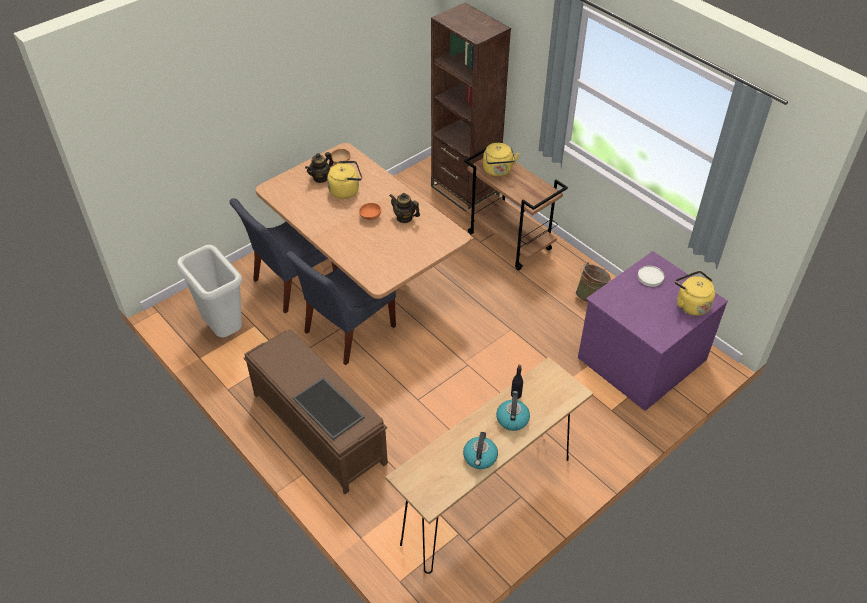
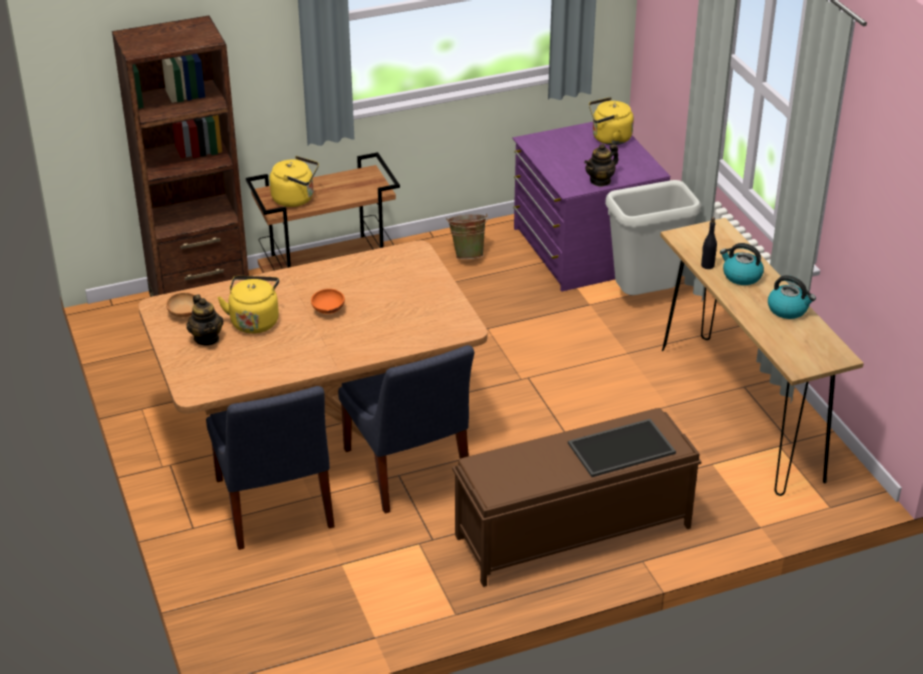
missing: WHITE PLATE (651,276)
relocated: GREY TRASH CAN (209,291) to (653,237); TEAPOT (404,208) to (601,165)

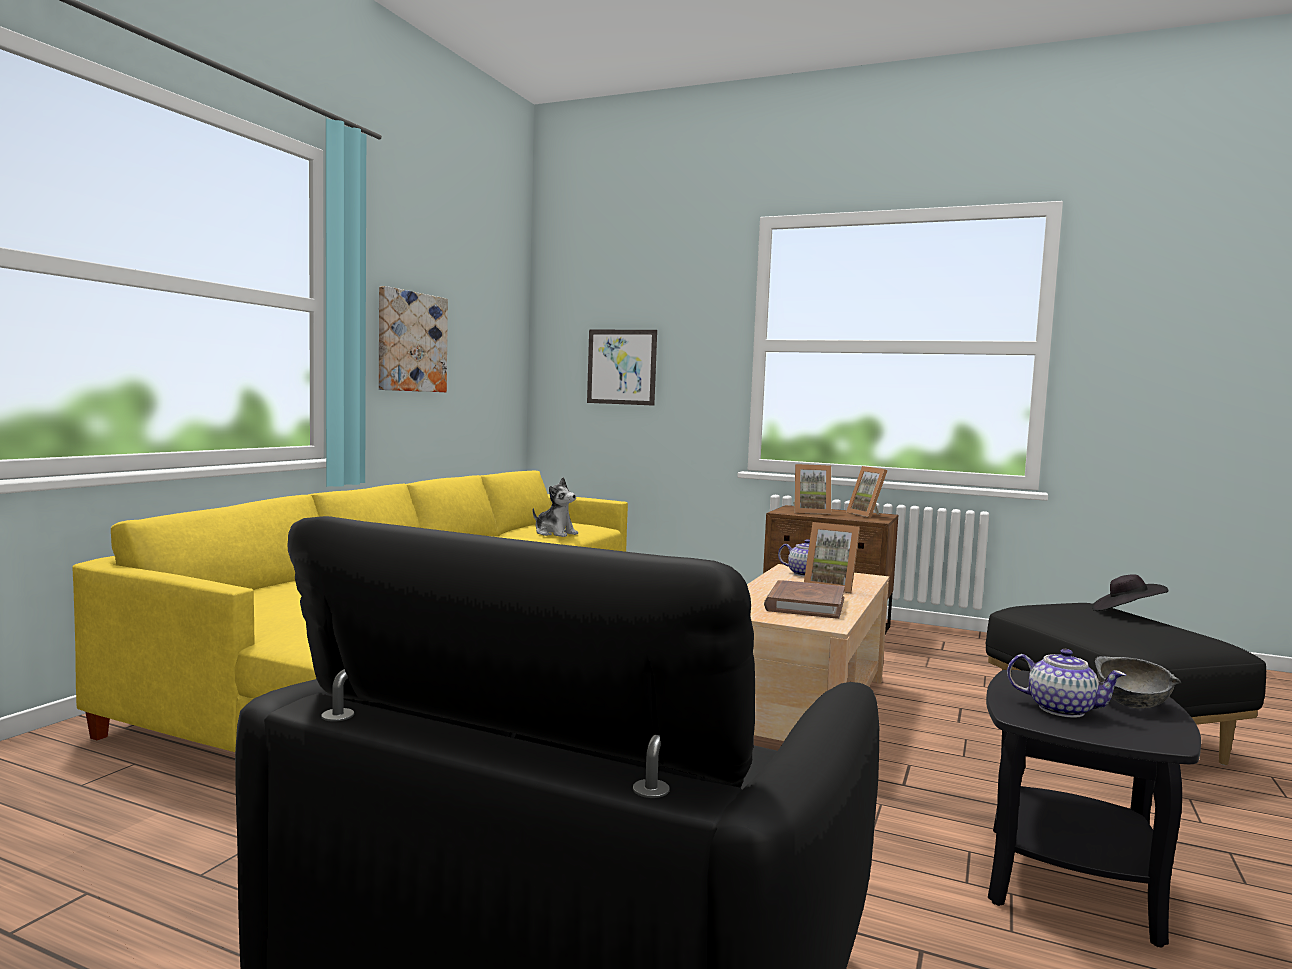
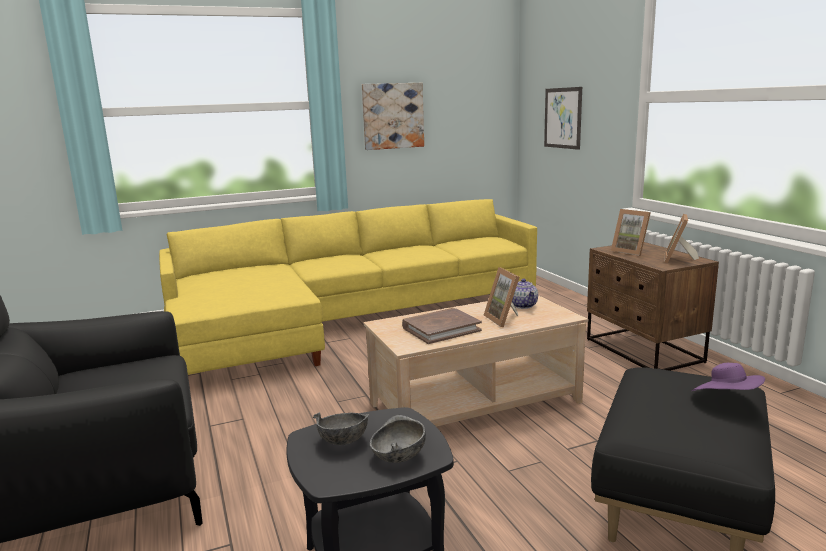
missing: PLUSH TOY (555,507)
exchanged: TEAPOT (1066,683) to GREY BOWL (341,428)
colour: BLACK HAT (1130,593) to PURPLE HAT (728,377)

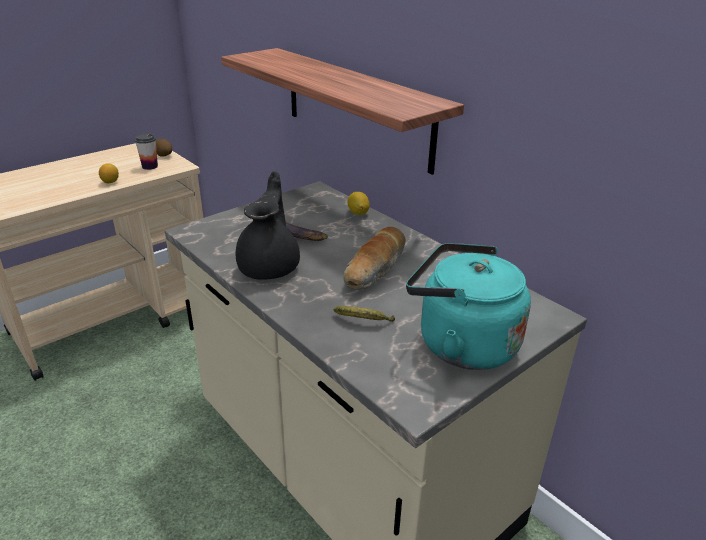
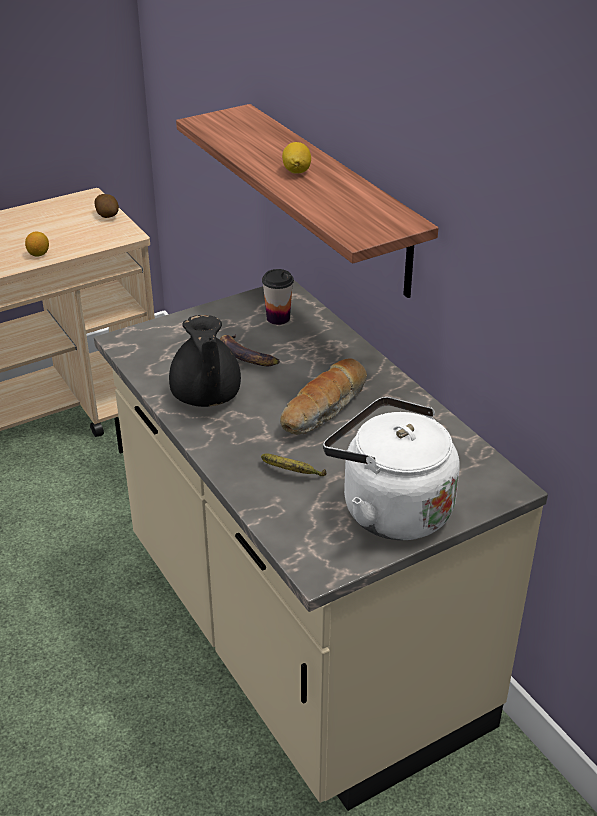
relocated: CUP (146,151) to (278,297); LEMON (358,203) to (296,158)
colour: TURQUOISE KETTLE (468,306) to WHITE KETTLE (391,468)
spun: BLACK TEAPOT (268,225) = (205,361) 150 degrees clockwise

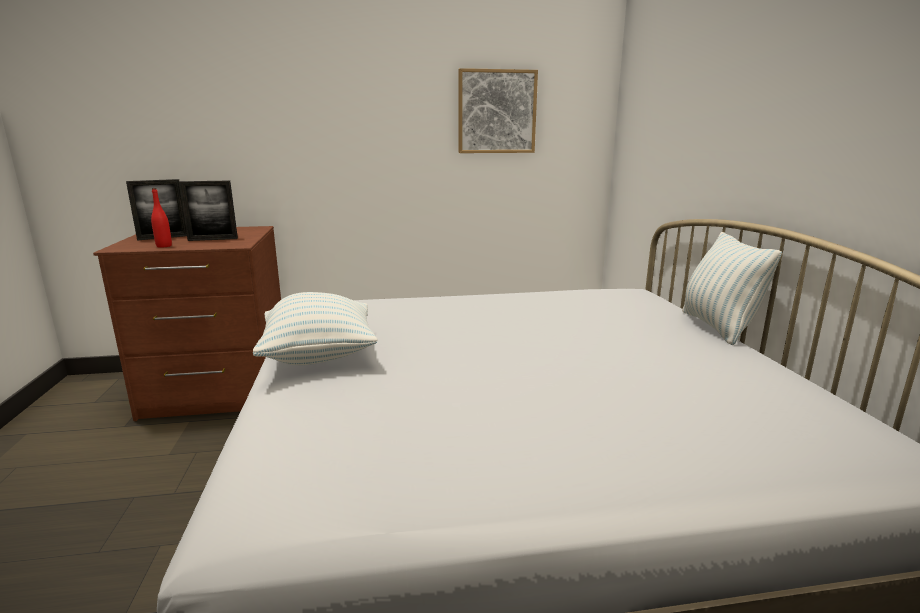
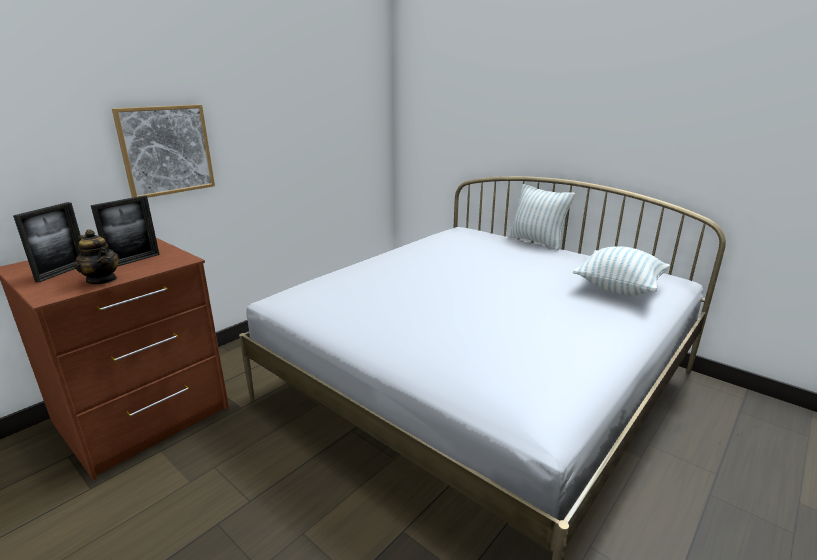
relocated: PILLOW (315,329) to (621,271); PICTURE (498,110) to (163,151)
exchanged: RED BOTTLE (161,218) to TEAPOT (97,256)

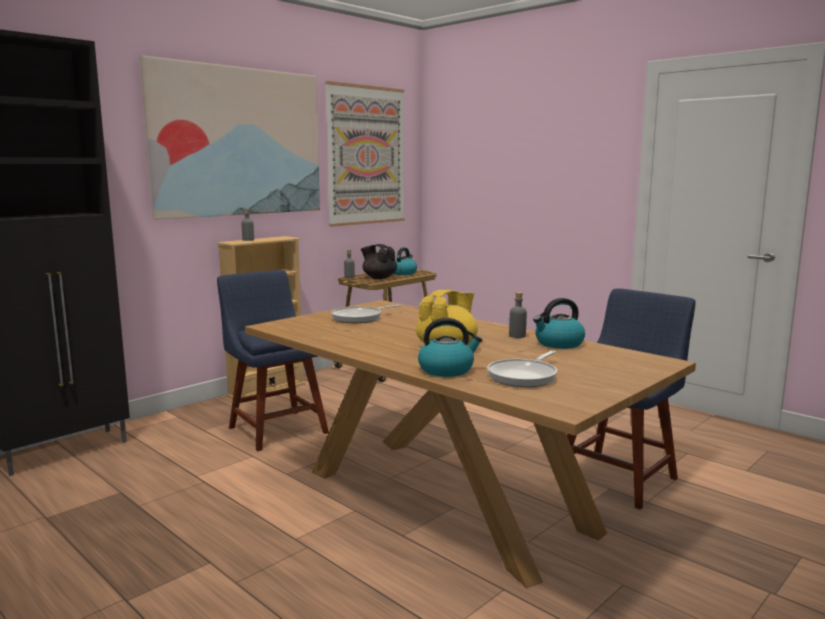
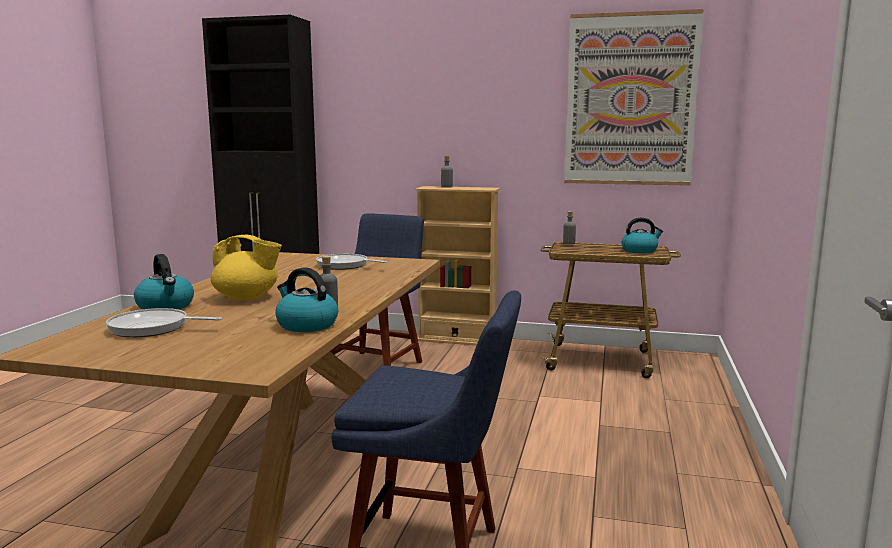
missing: PICTURE (230,137); BLACK TEAPOT (379,261)

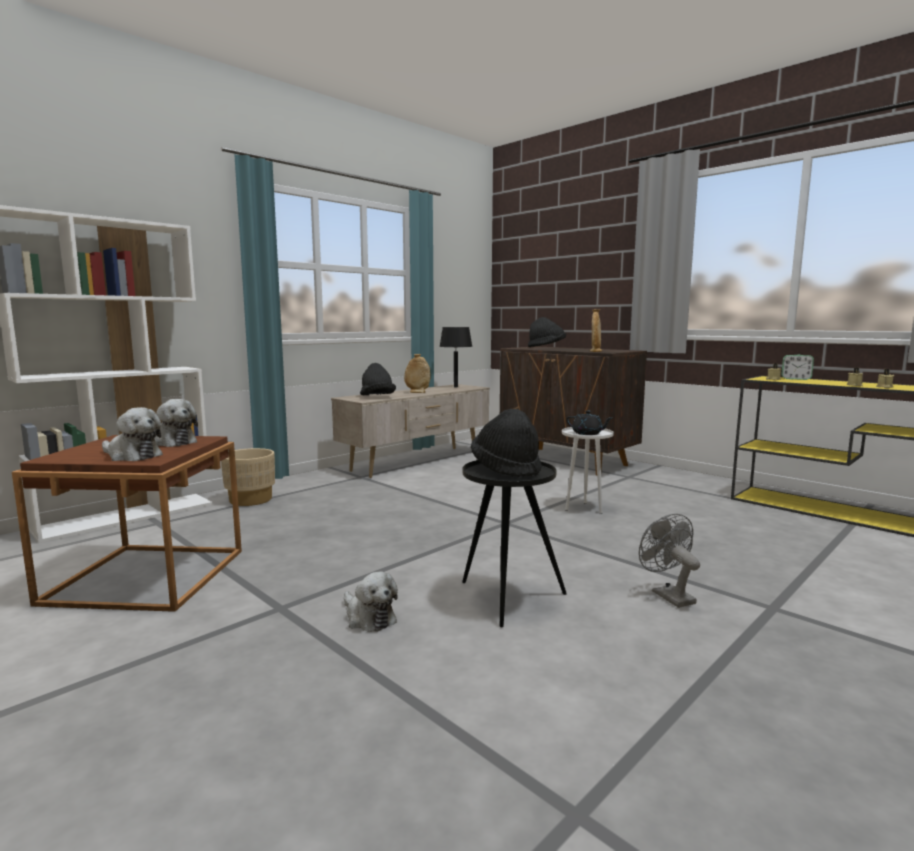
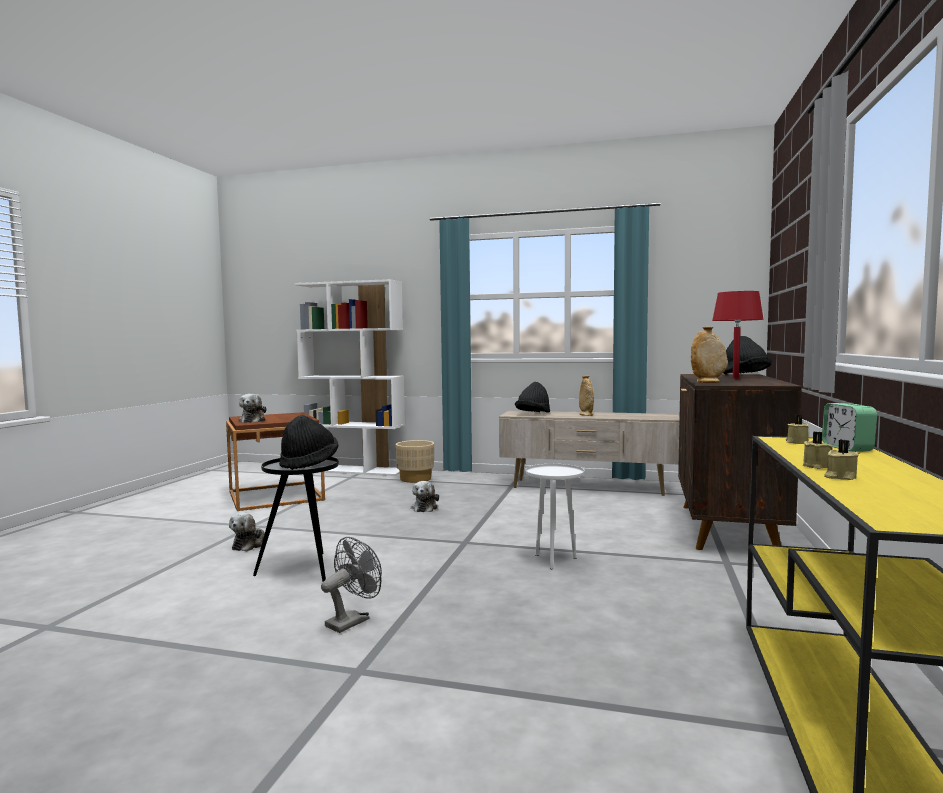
missing: BLACK TABLE LAMP (455,357); BLACK TEAPOT (589,423)
appeared: RED TABLE LAMP (738,335)
relocated: PLUSH TOY (176,423) to (425,496)

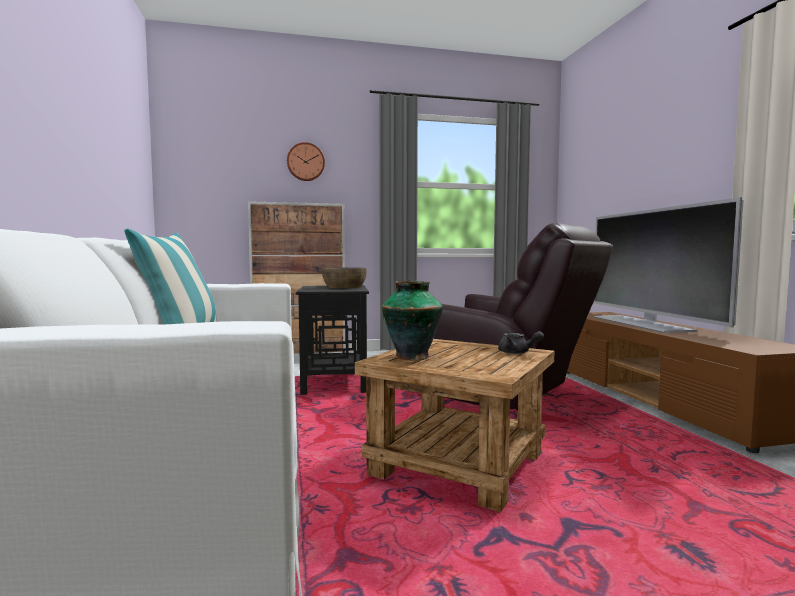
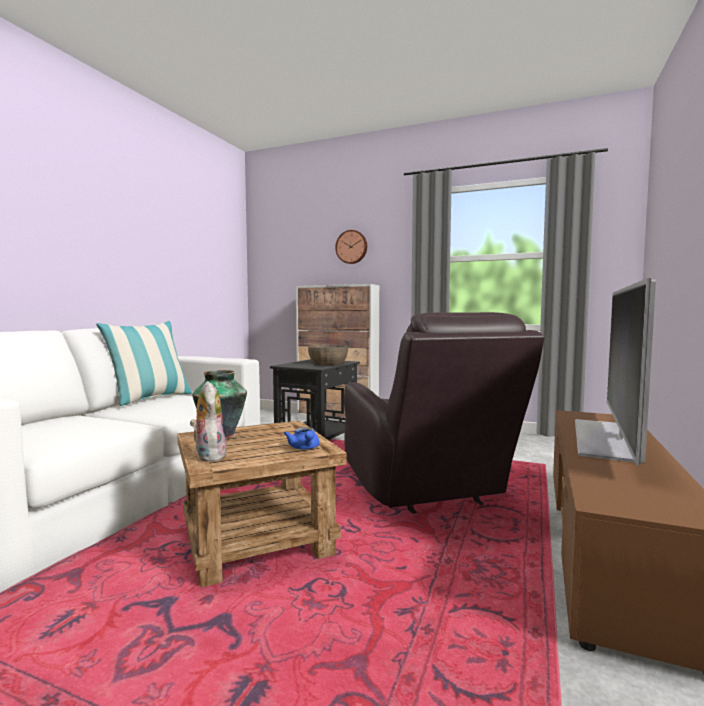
appeared: PLUSH TOY (208,421)
colour: GREY TEAPOT (521,342) to BLUE TEAPOT (302,438)

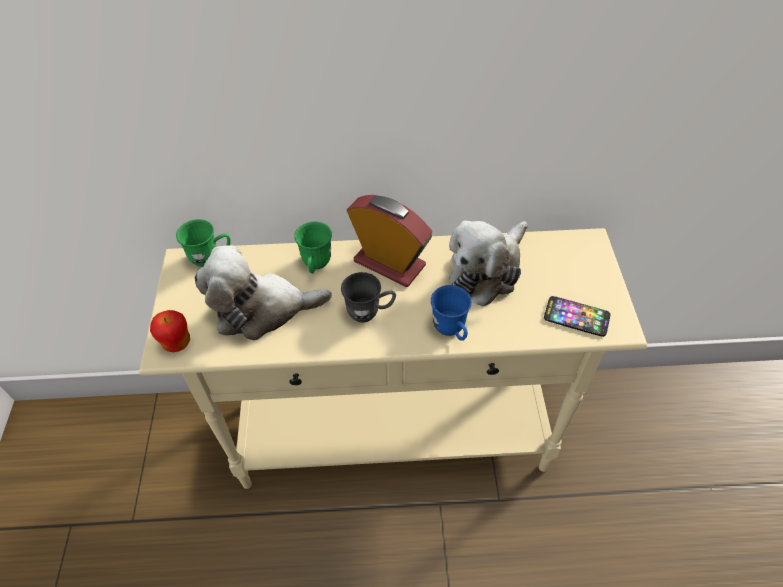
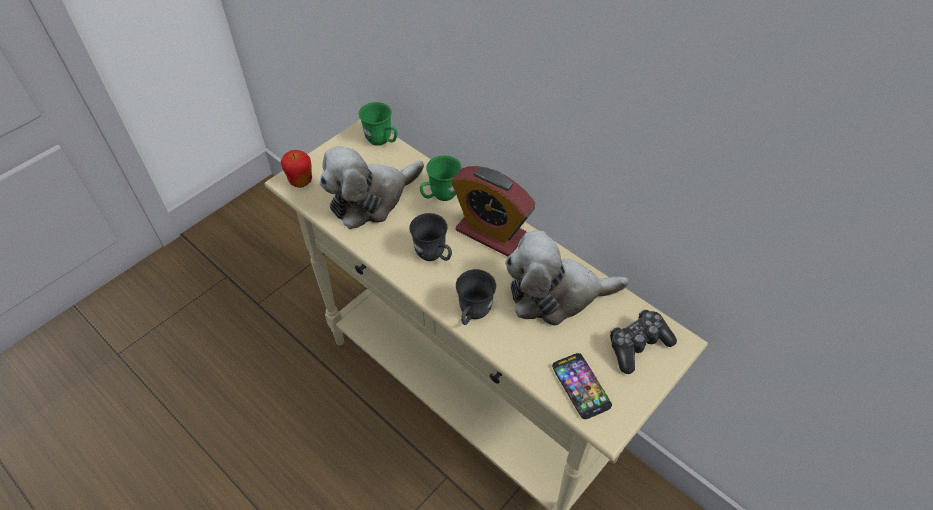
appeared: GAME CONTROLLER (643,341)
colour: BLUE MUG (451,313) to GREY MUG (476,297)
spun: PLUSH TOY (263,292) = (371,187) 75 degrees counterclockwise; ALARM CLOCK (389,241) = (493,211) 135 degrees clockwise

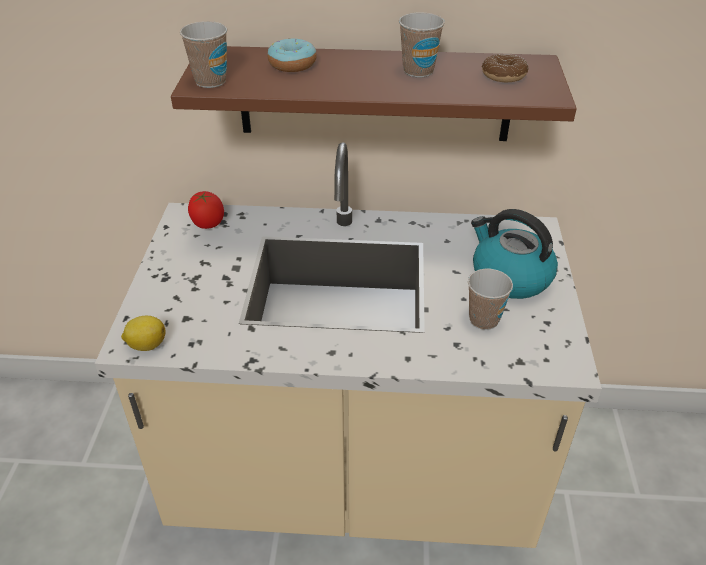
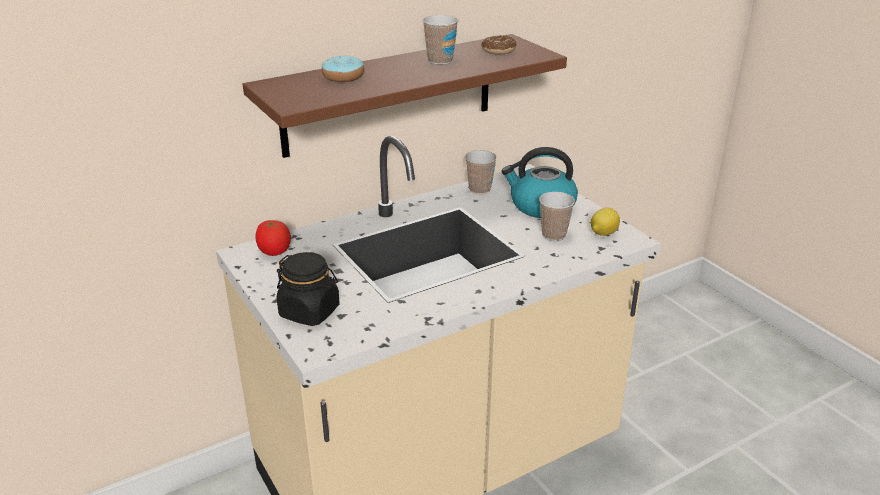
appeared: BLACK JAR (308,289)
relocated: LEMON (143,333) to (605,222); CUP (203,54) to (481,172)

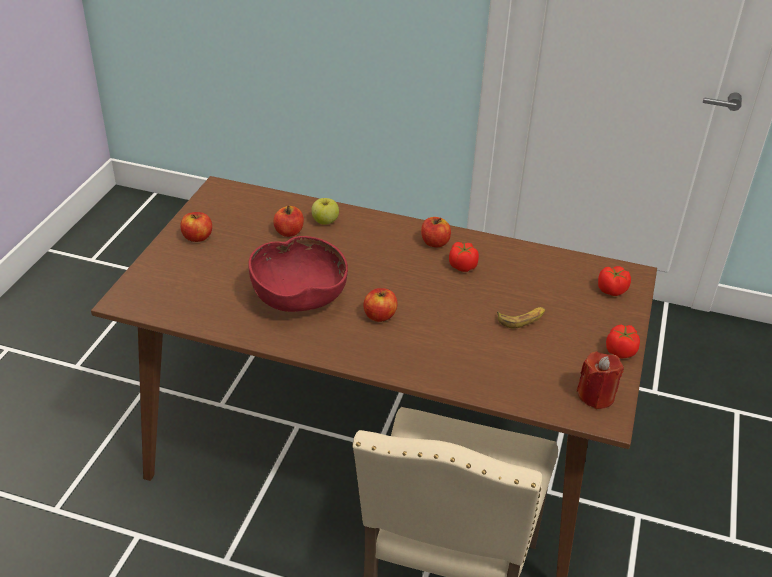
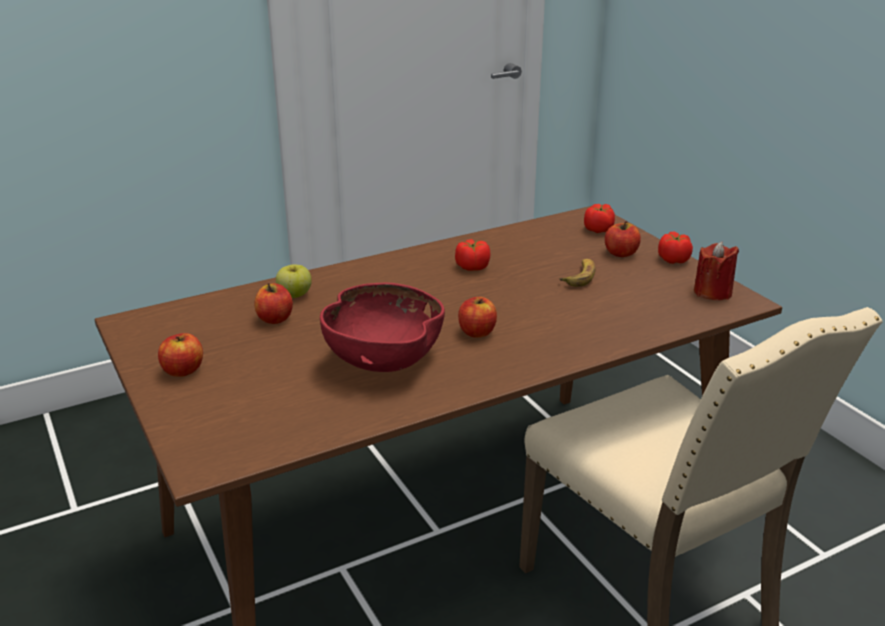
relocated: APPLE (436,232) to (623,239)

